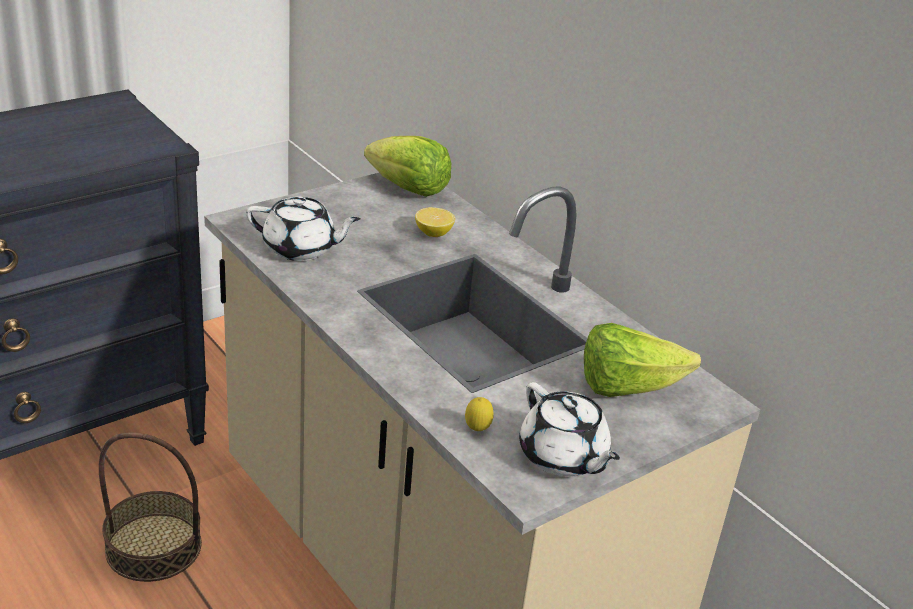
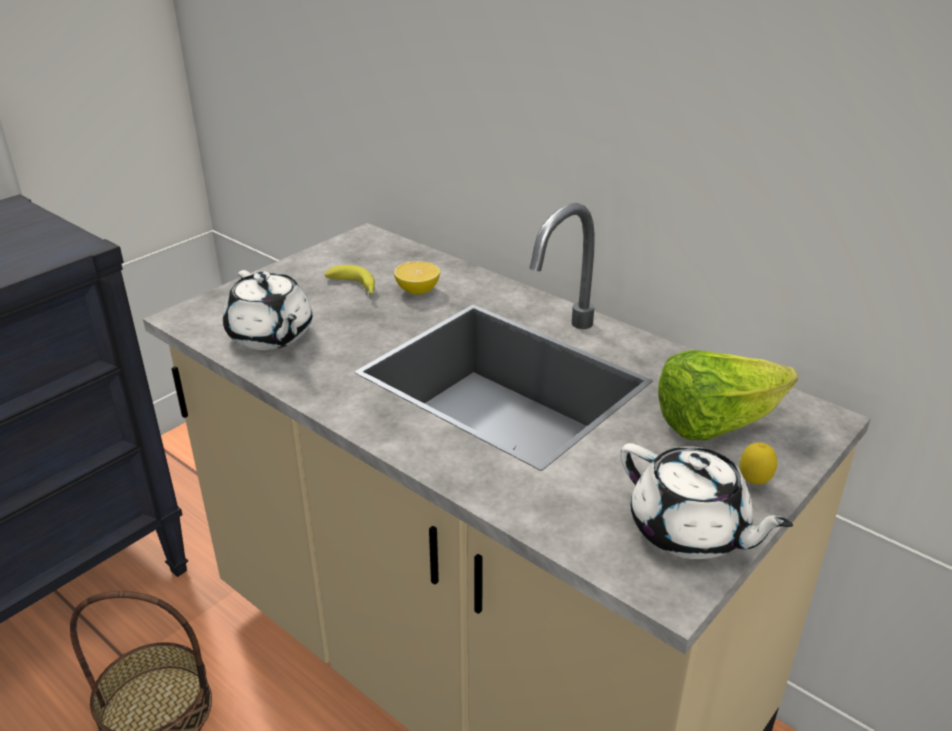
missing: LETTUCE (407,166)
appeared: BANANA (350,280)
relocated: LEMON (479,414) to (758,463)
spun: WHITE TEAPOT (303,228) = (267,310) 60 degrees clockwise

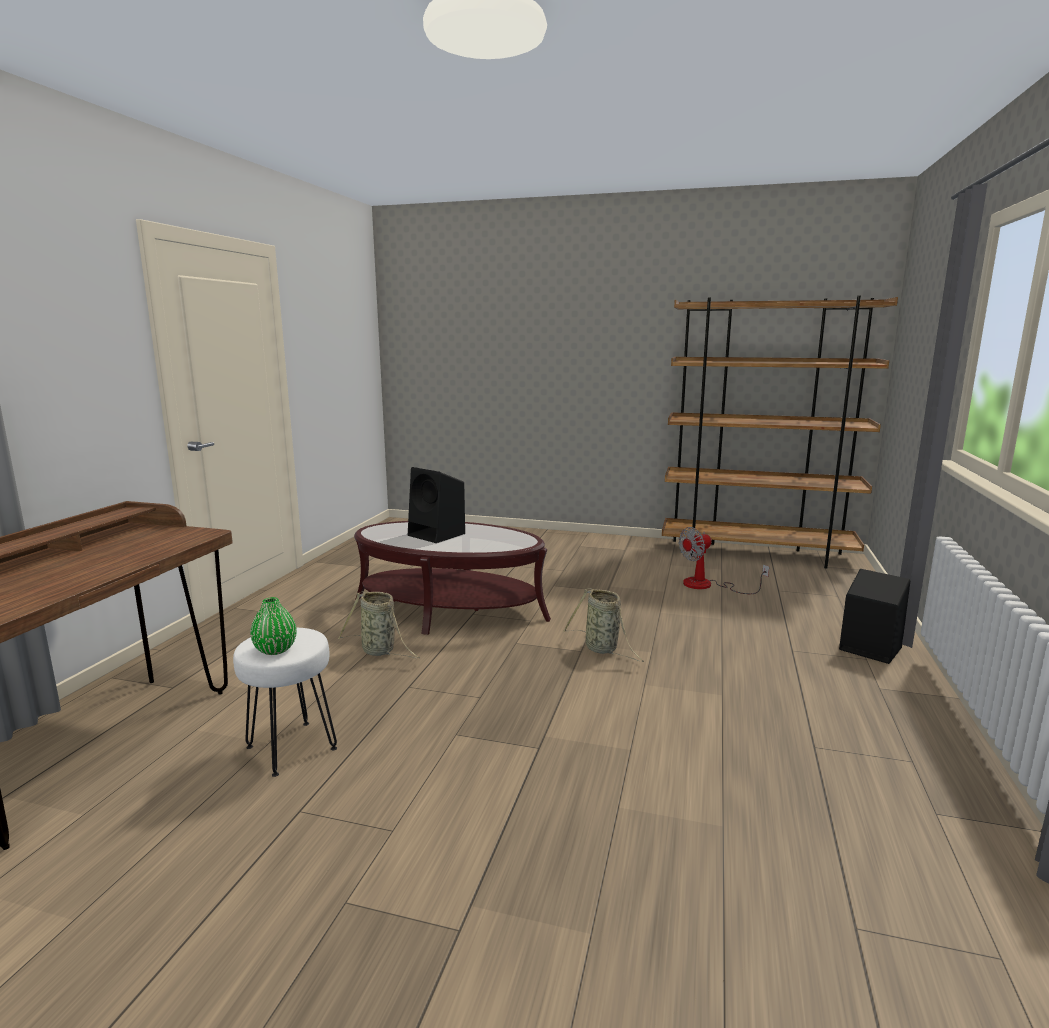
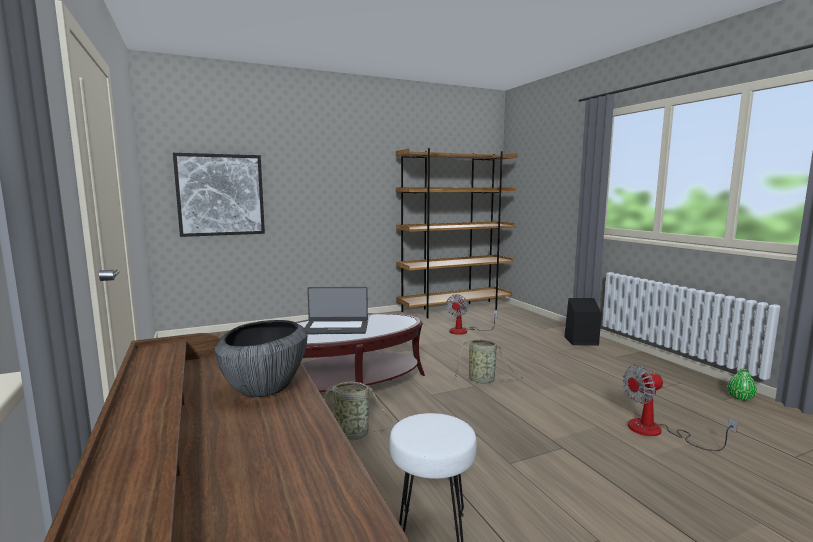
appeared: PICTURE (219,195); BOWL (261,358); FAN (680,408)
relocated: GREEN VASE (273,626) to (742,385)
exchanged: BLACK SPEAKER (436,505) to LAPTOP (336,310)

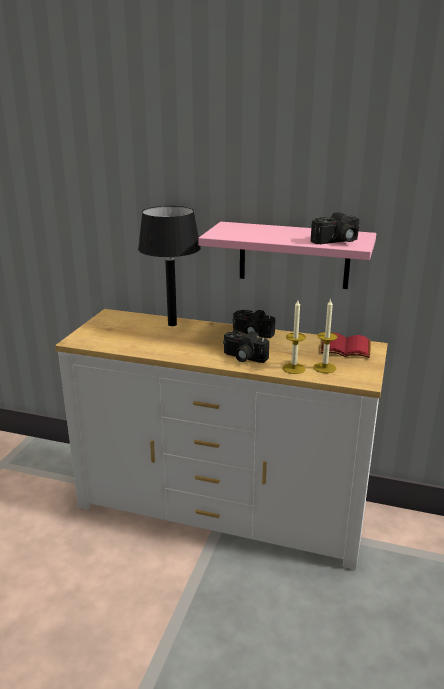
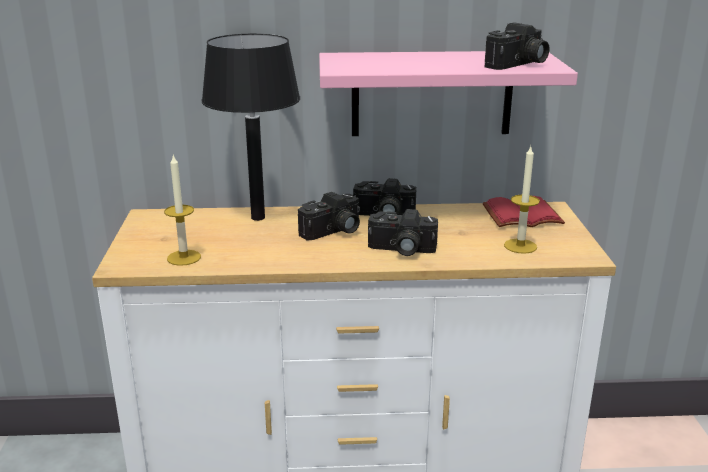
appeared: PHOTO CAMERA (329,216)
relocated: CANDLE (294,337) to (182,210)

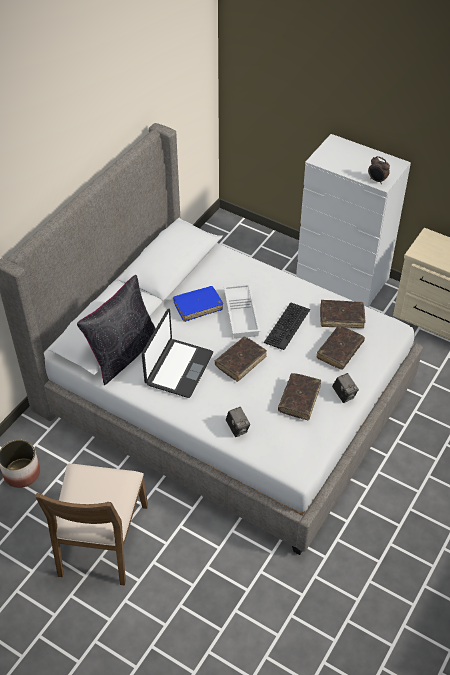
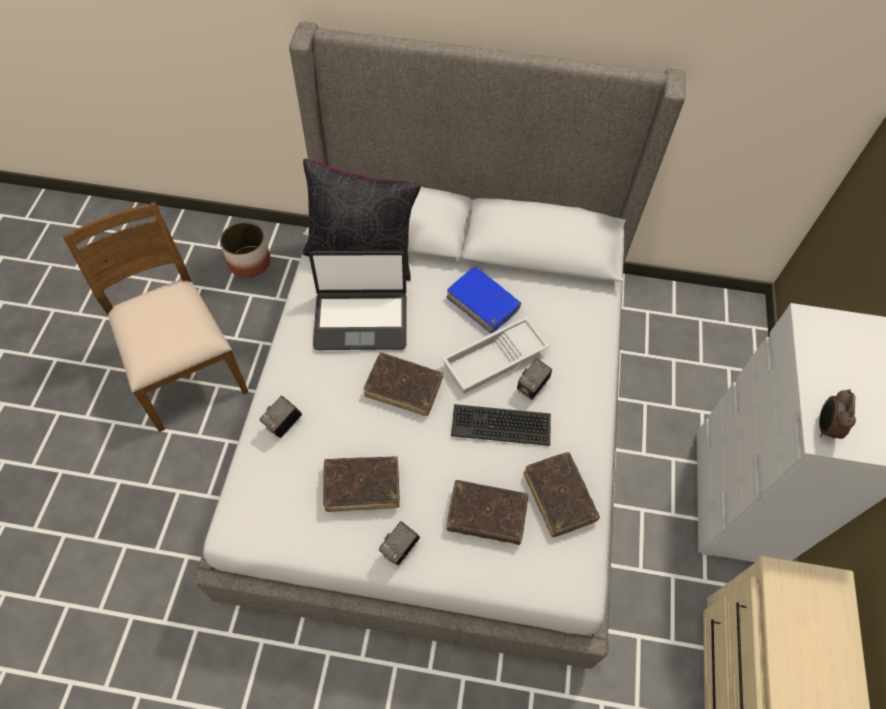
appeared: PHOTO CAMERA (534,379)
spun: BROWN CHAIR (91,525) = (155,317) 75 degrees clockwise

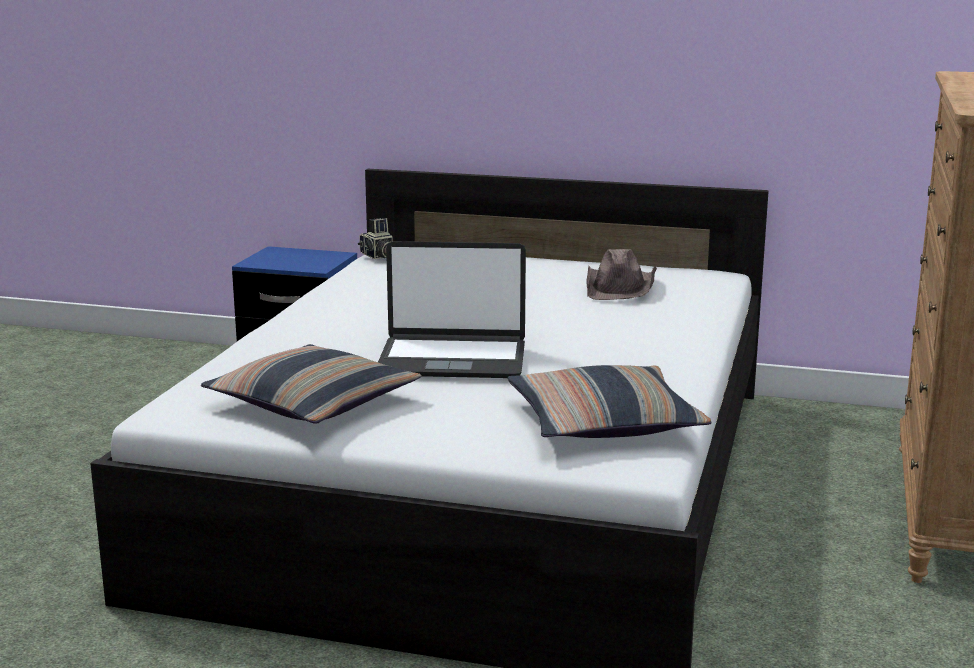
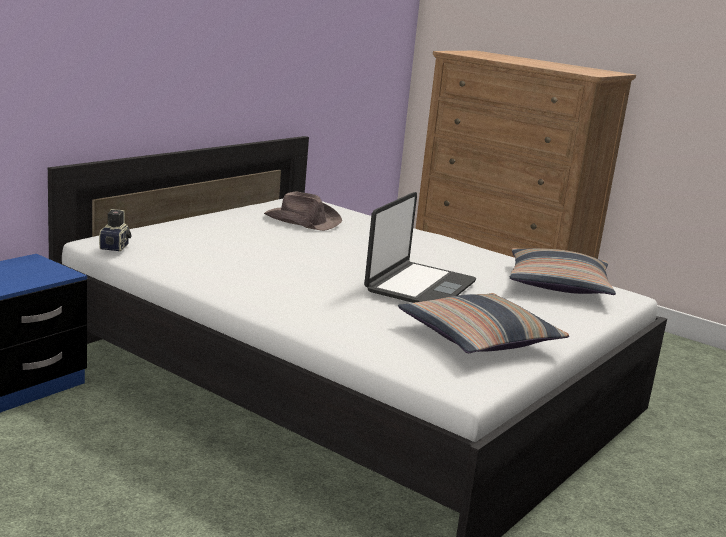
spun: PHOTO CAMERA (375,238) = (115,230) 75 degrees counterclockwise

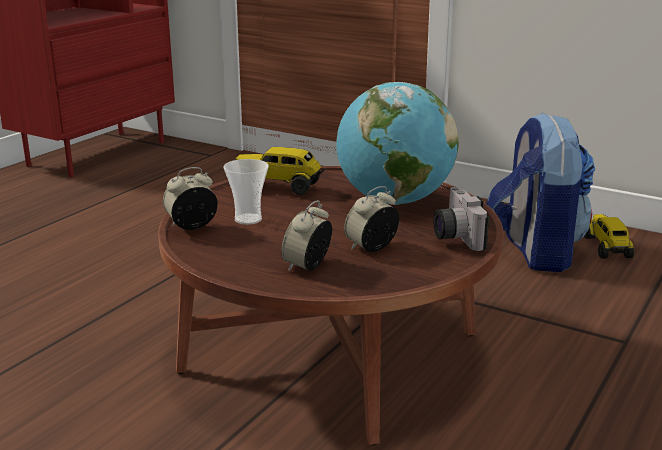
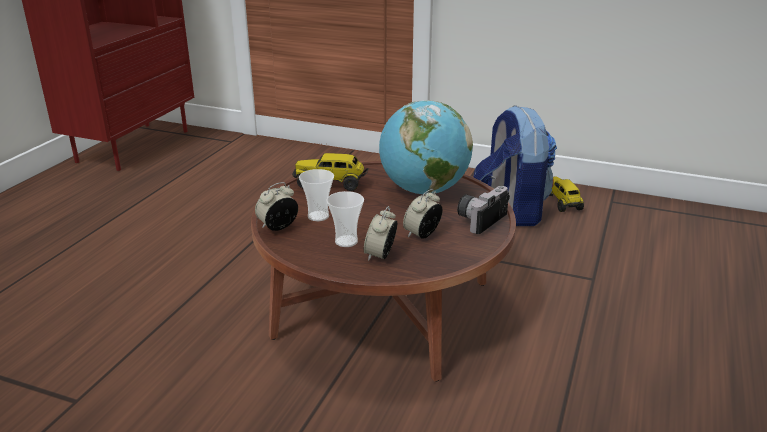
appeared: CUP (345,219)
spun: PHOTO CAMERA (461,219) = (483,210) 60 degrees clockwise

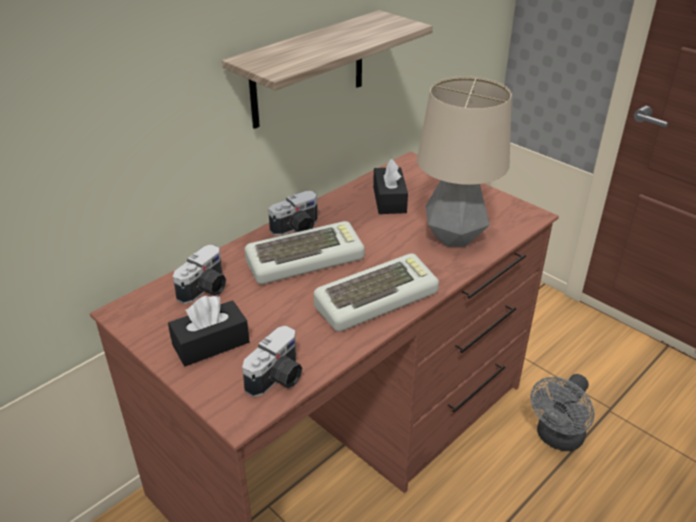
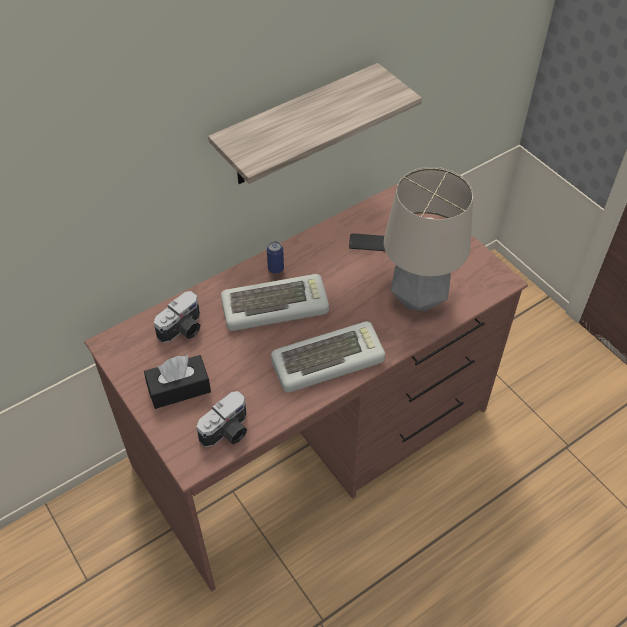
missing: GREY FAN (562,412)
exchanged: PHOTO CAMERA (293,213) to CAN (275,257); BLACK TISSUE BOX (390,186) to PHONE (367,242)

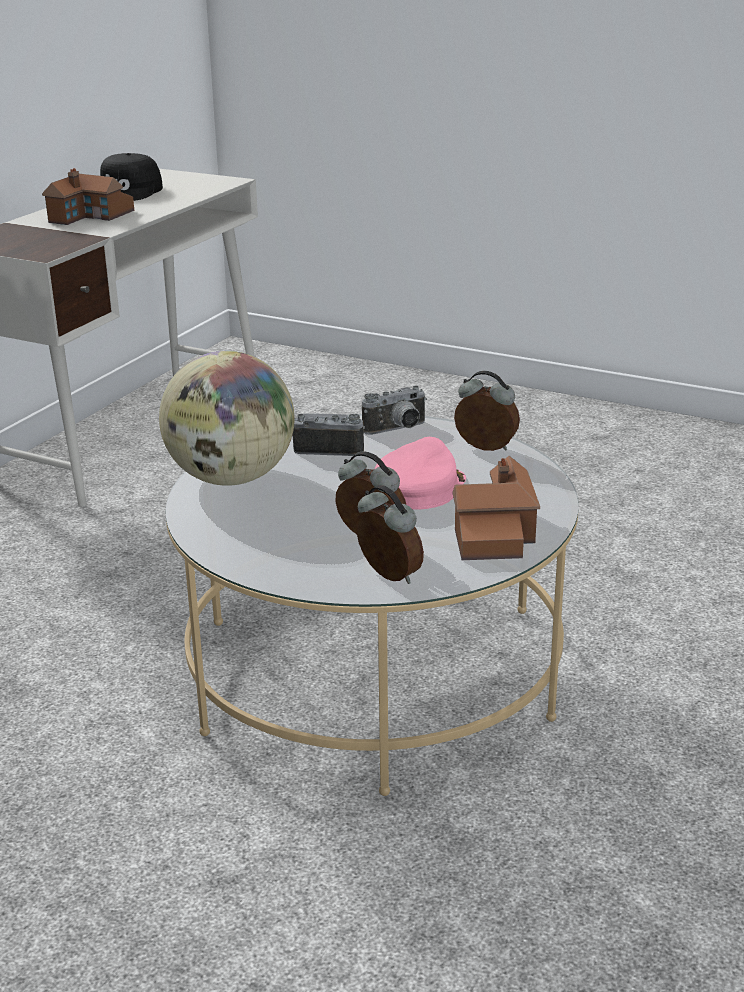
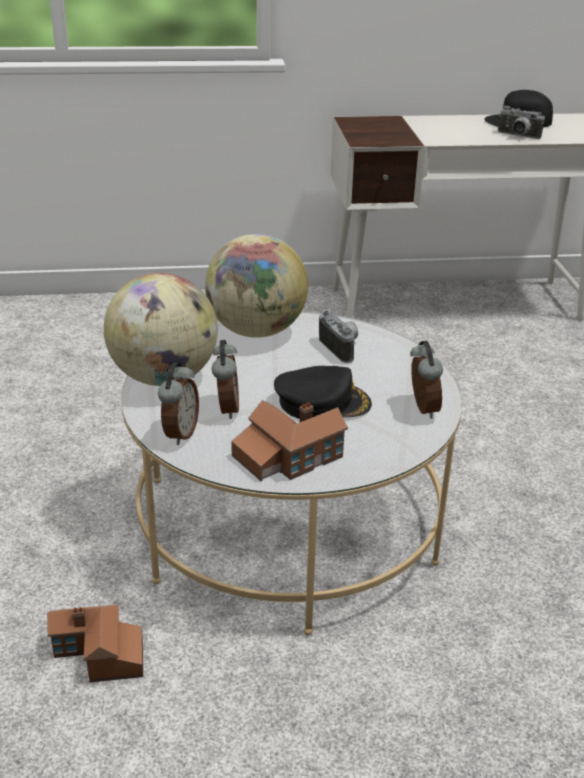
appeared: GLOBE (161,329)
relocated: TOY HOUSE (88,196) to (95,643); PHOTO CAMERA (394,410) to (521,122)
colour: PINK CAP (420,473) to BLACK CAP (323,392)

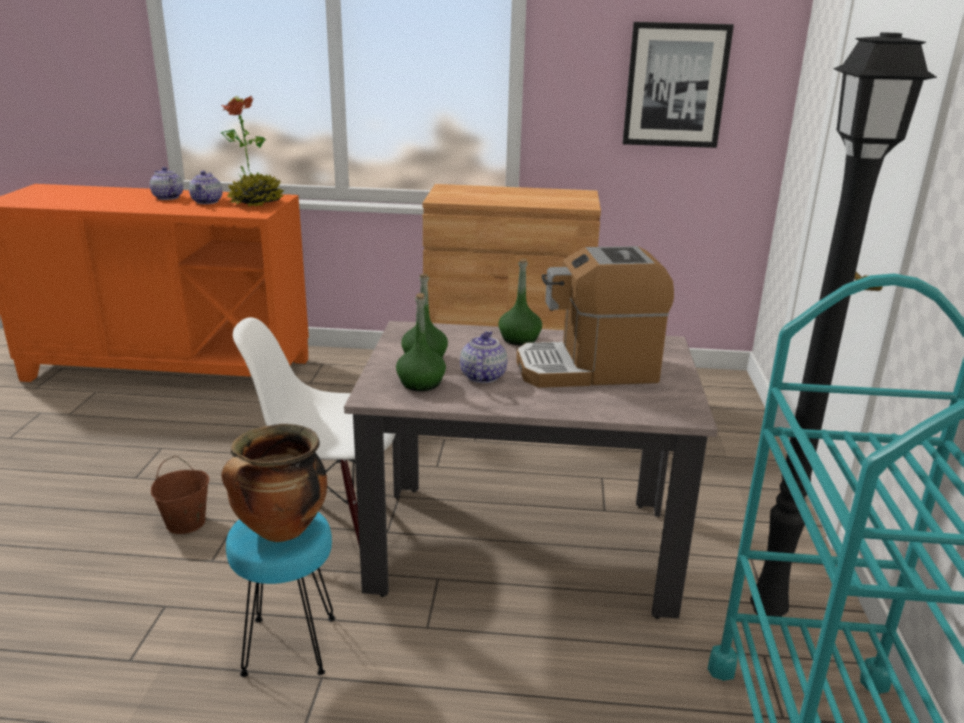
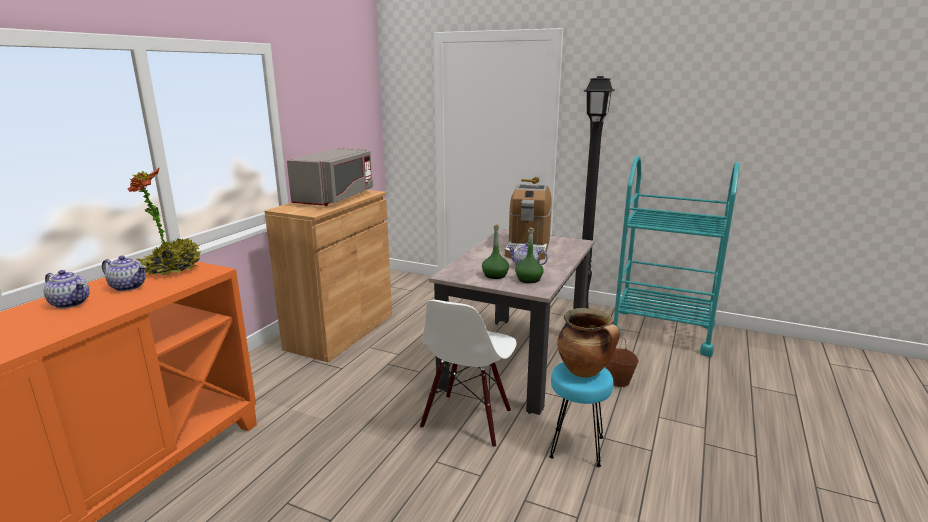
missing: GREEN BOTTLE (520,302); PICTURE (678,85)
appeared: GREY MICROWAVE (330,177)
relocated: BROWN BUCKET (180,495) to (622,362)
spun: TEAPOT (166,183) = (67,289) 135 degrees counterclockwise

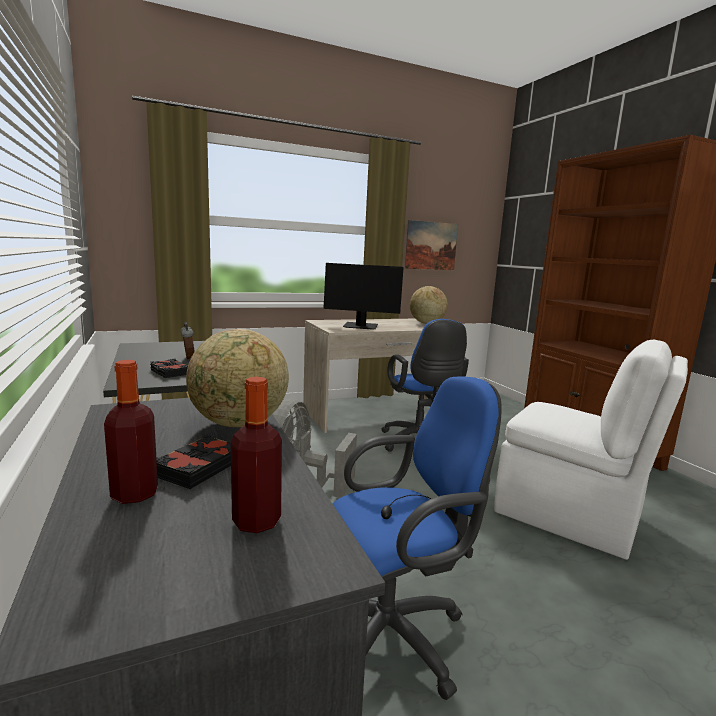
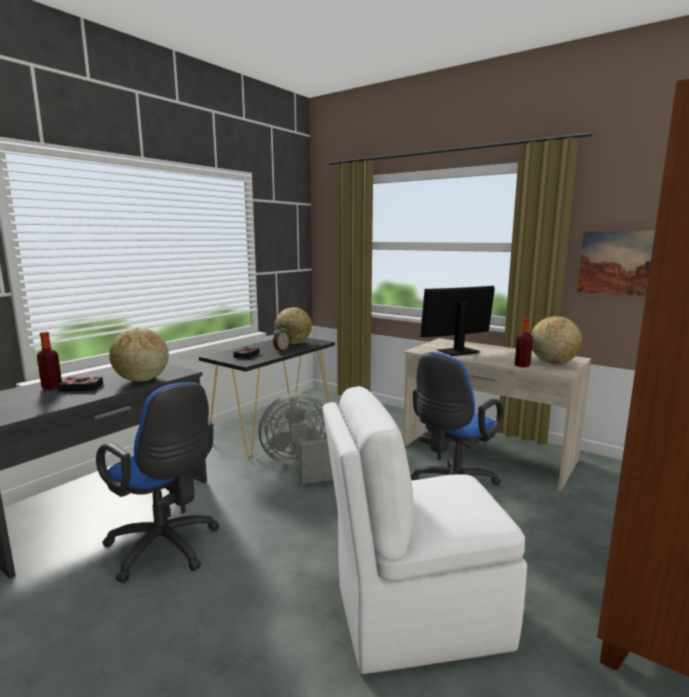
appeared: GLOBE (293,325)
relocated: BOTTLE (256,455) to (524,342)
spun: MONITOR (363,296) = (457,321) 90 degrees clockwise; WHITE CHAIR (591,449) = (424,530) 75 degrees clockwise

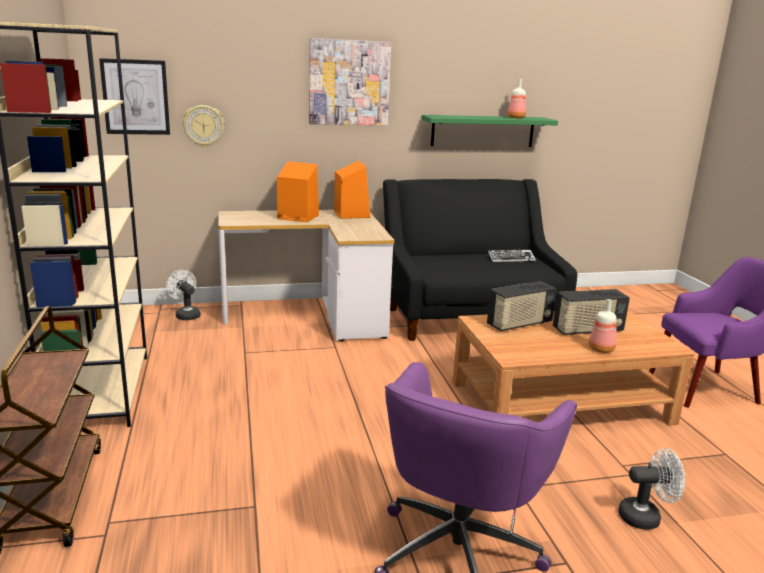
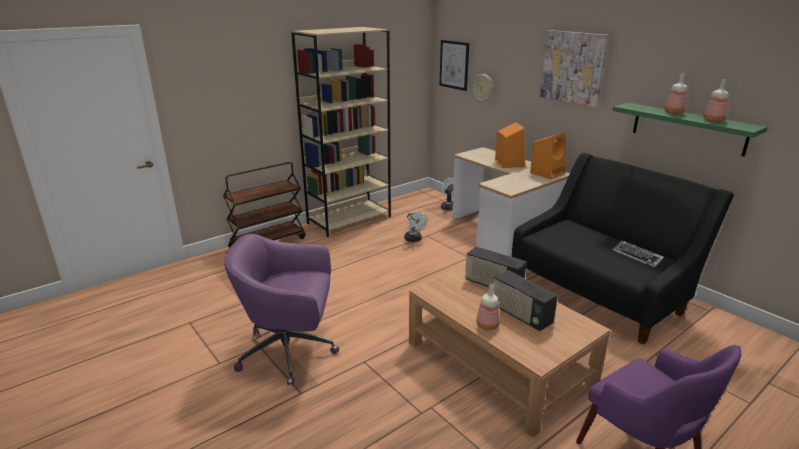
appeared: BOTTLE (675,94)
relocated: WHITE FAN (651,489) to (416,226)

